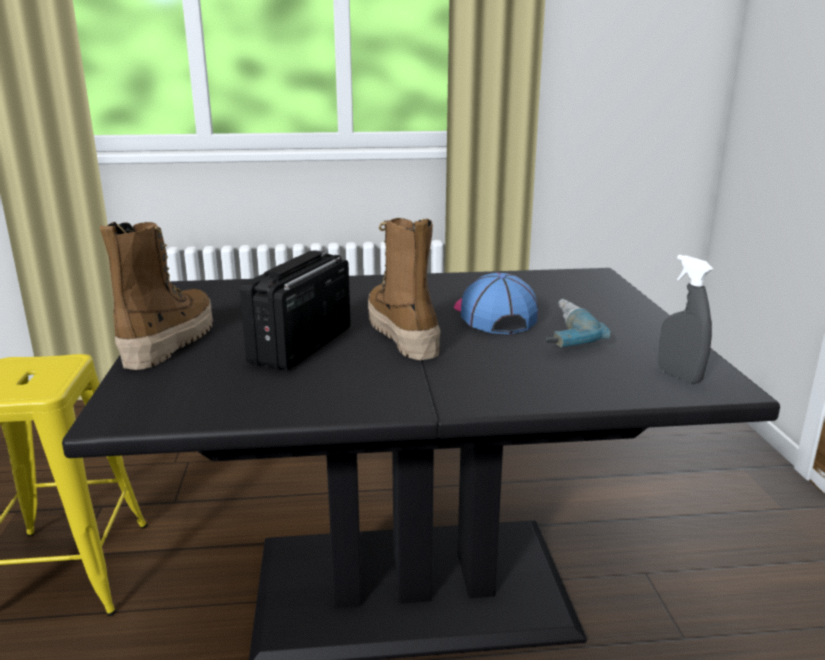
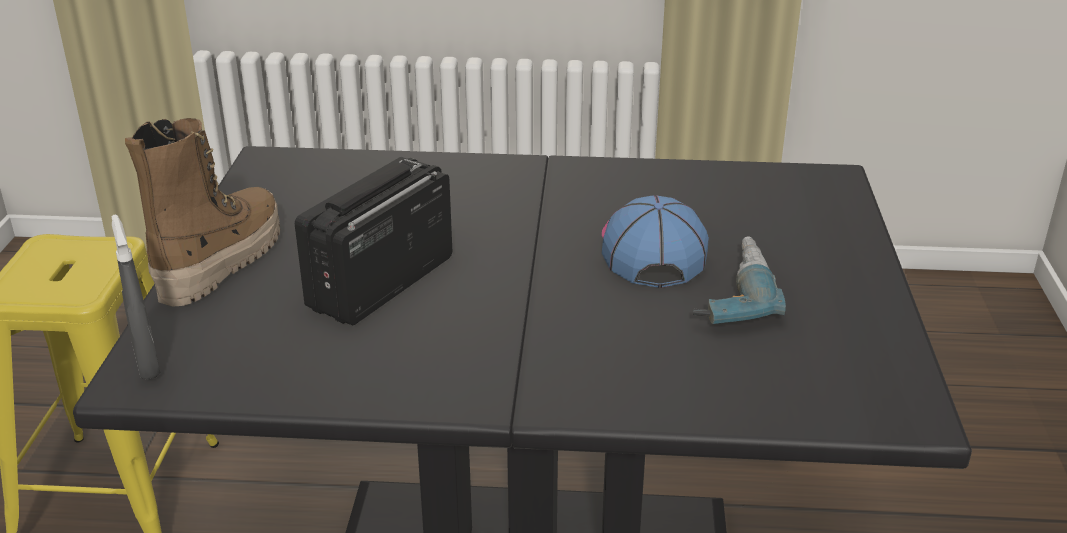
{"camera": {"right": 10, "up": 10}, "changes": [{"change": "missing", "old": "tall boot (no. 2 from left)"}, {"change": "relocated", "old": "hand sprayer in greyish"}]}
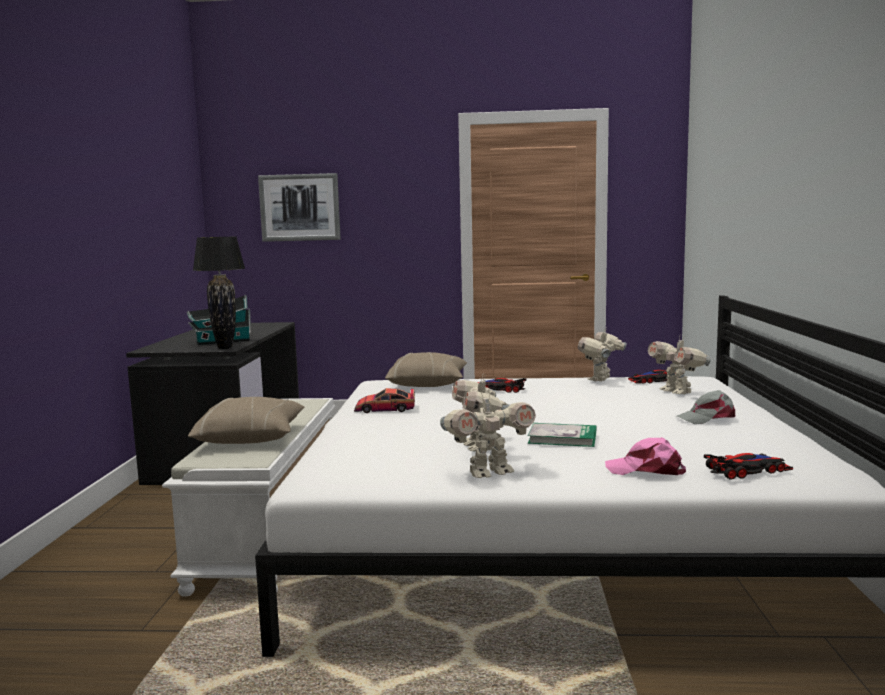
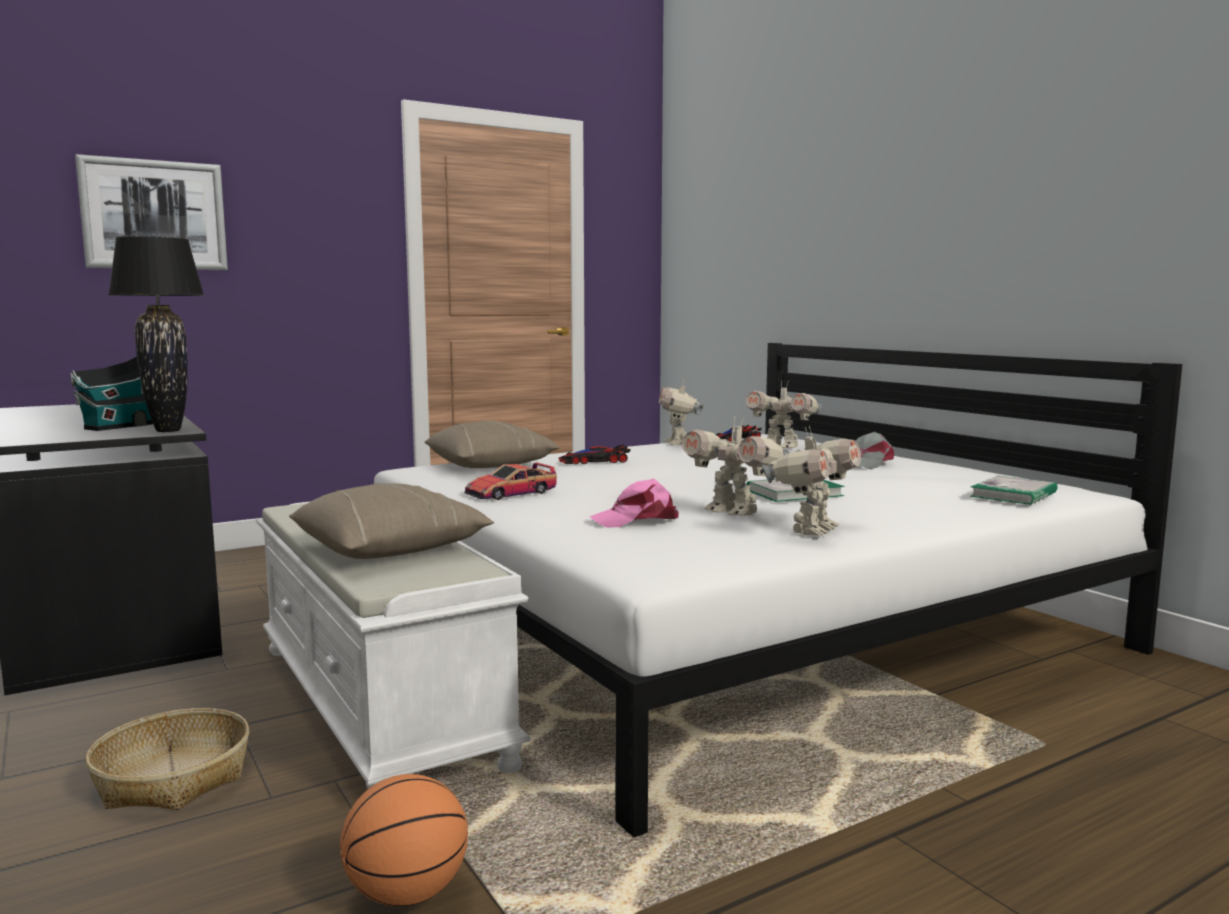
{"camera": {"right": -35, "up": 0}, "changes": [{"change": "relocated", "old": "baseball cap in pink"}, {"change": "exchanged", "old": "miniature car (no. 4 from left)", "new": "bound book (no. 2 from left)"}, {"change": "appeared", "new": "storage basket"}, {"change": "appeared", "new": "basketball ball"}]}
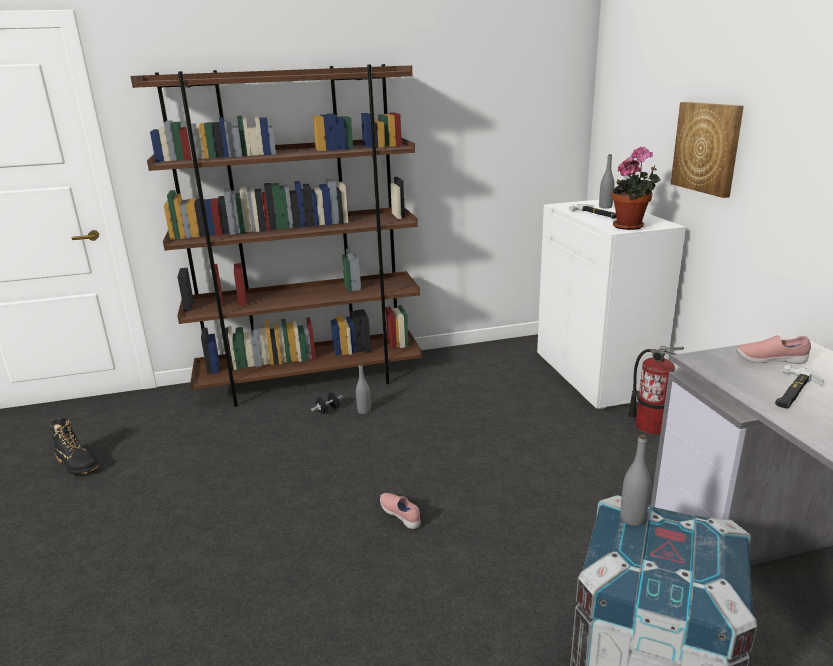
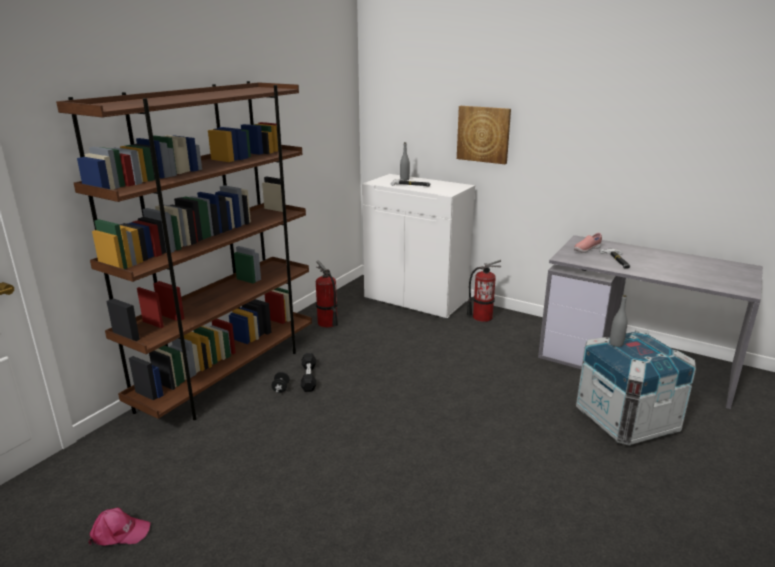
{"camera": {"right": -45, "up": 0}, "changes": [{"change": "missing", "old": "houseplant"}, {"change": "exchanged", "old": "beverage bottle in greyish (no. 1 from left)", "new": "dumbbell in blackish (no. 2 from left)"}, {"change": "exchanged", "old": "tall boot in blackish", "new": "baseball cap in pink"}, {"change": "missing", "old": "low shoe in pink (no. 1 from left)"}, {"change": "appeared", "new": "extinguisher (no. 1 from left)"}]}
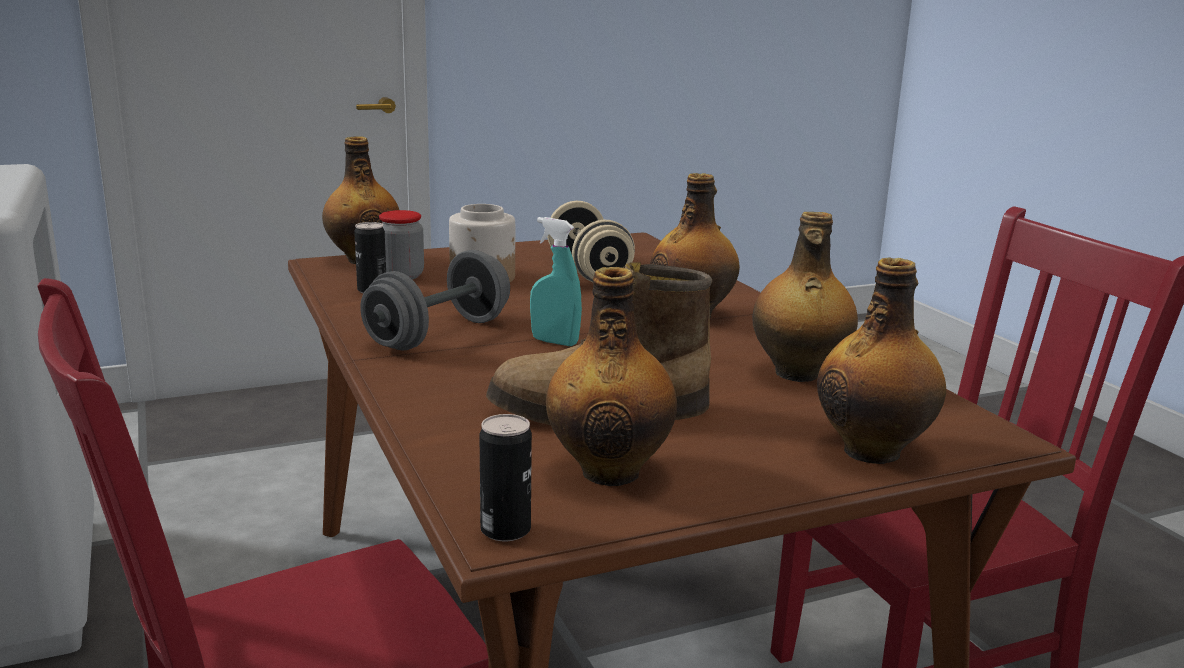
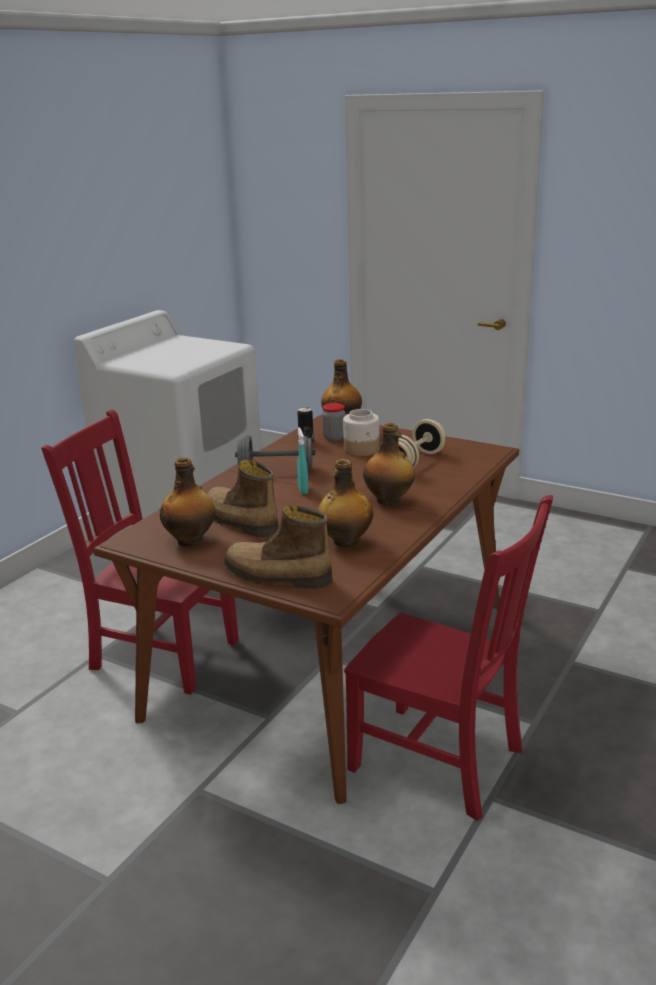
{"camera": {"right": 55, "up": 5}, "changes": [{"change": "exchanged", "old": "beverage bottle (no. 5 from left)", "new": "tall boot (no. 2 from left)"}, {"change": "missing", "old": "sealed can (no. 2 from left)"}]}
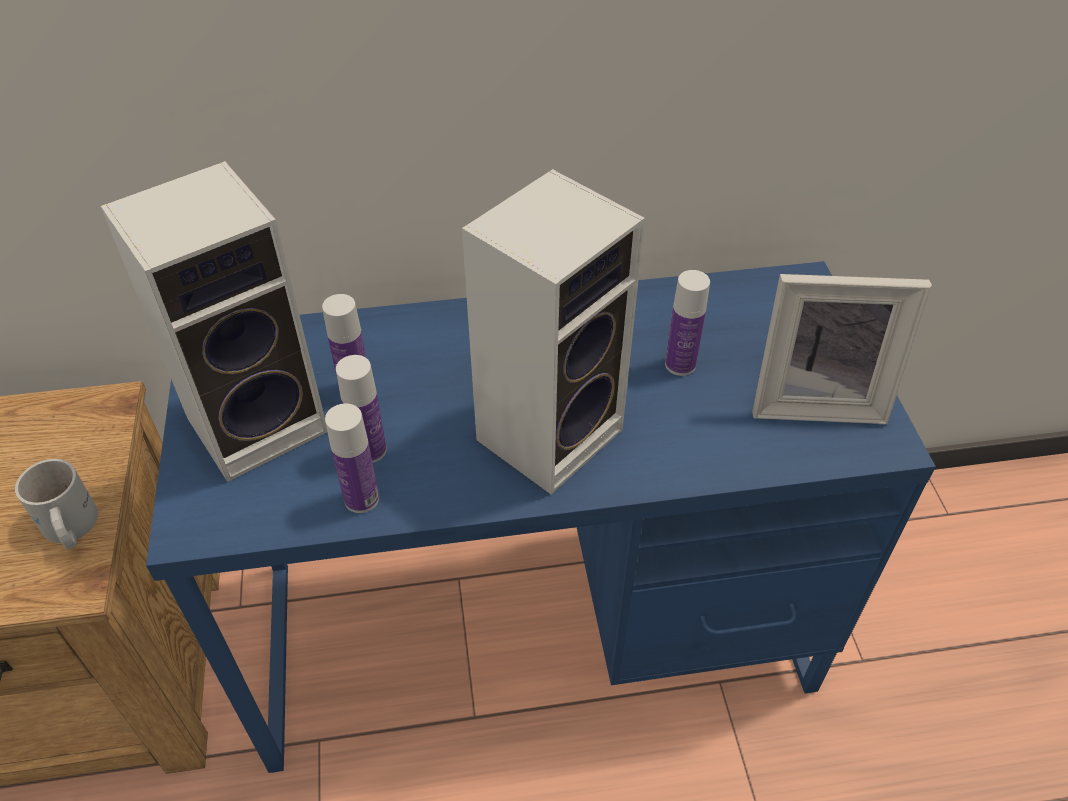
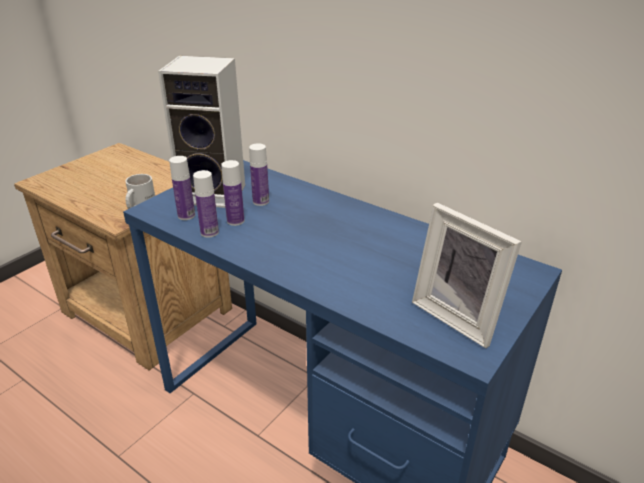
{"camera": {"right": 45, "up": -15}, "changes": [{"change": "missing", "old": "audio speaker (no. 2 from left)"}, {"change": "relocated", "old": "beverage bottle (no. 4 from left in the first image)", "new": "beverage bottle (no. 1 from left)"}]}
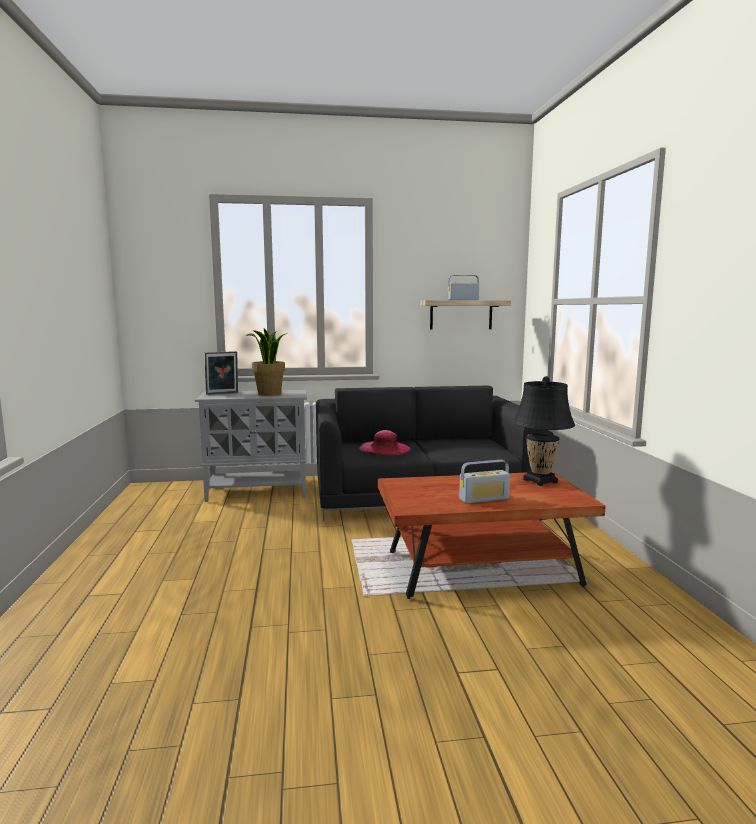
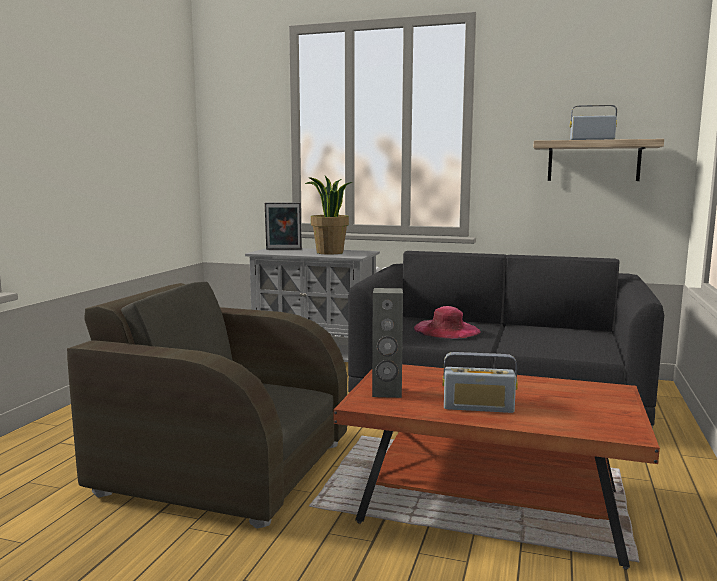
{"camera": {"right": 25, "up": 0}, "changes": [{"change": "missing", "old": "lamp for a table in blackish"}, {"change": "appeared", "new": "armchair in brown"}, {"change": "appeared", "new": "audio speaker in greyish"}]}
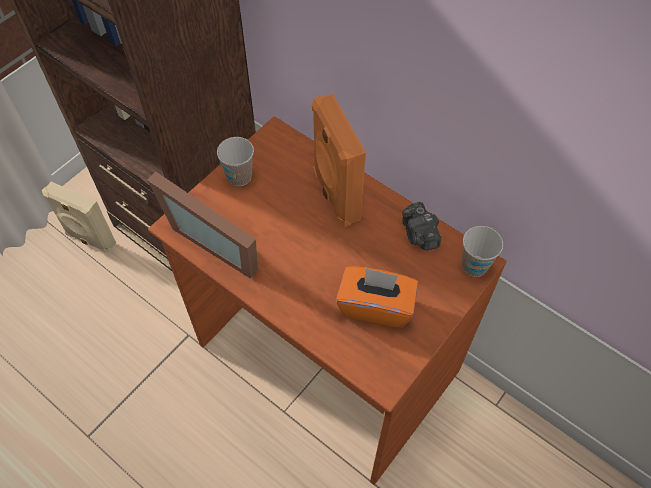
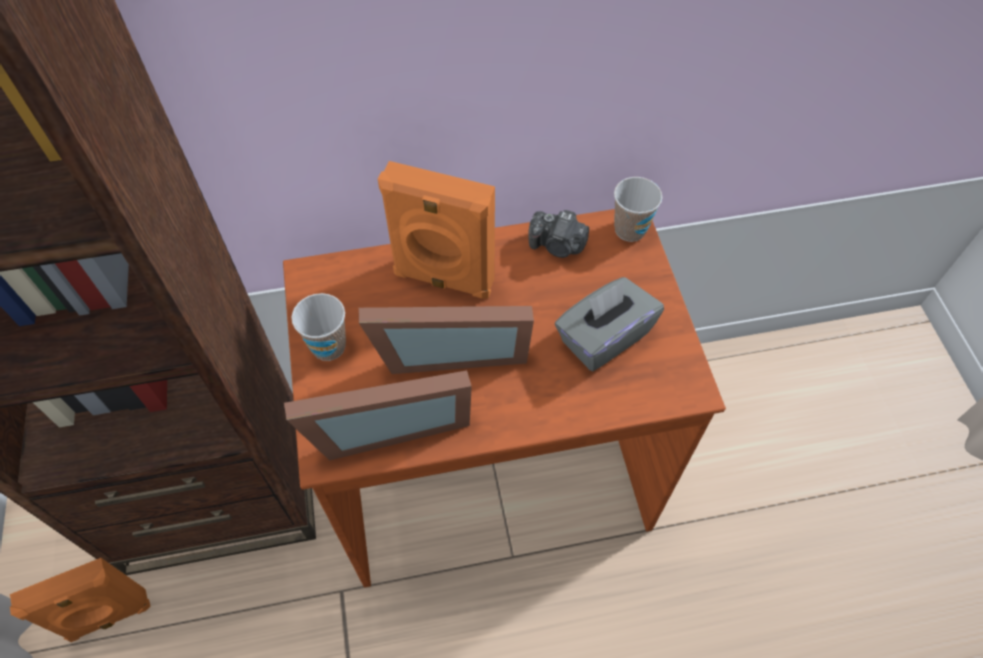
{"camera": {"right": -50, "up": 0}, "changes": [{"change": "colour", "old": "audio speaker in beige", "new": "audio speaker in orange-coloured (no. 1 from left)"}, {"change": "colour", "old": "box of tissues in orange-coloured", "new": "box of tissues in greyish"}, {"change": "appeared", "new": "photo frame (no. 2 from left)"}]}
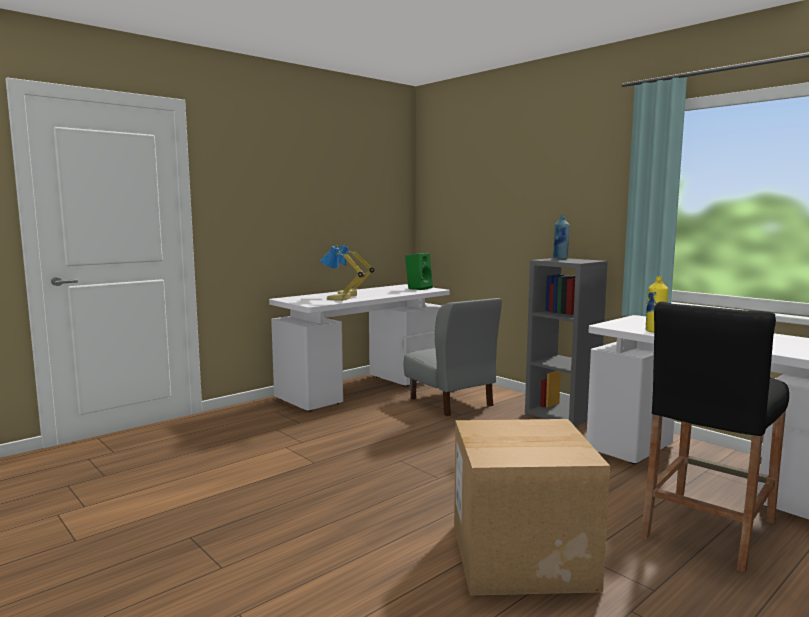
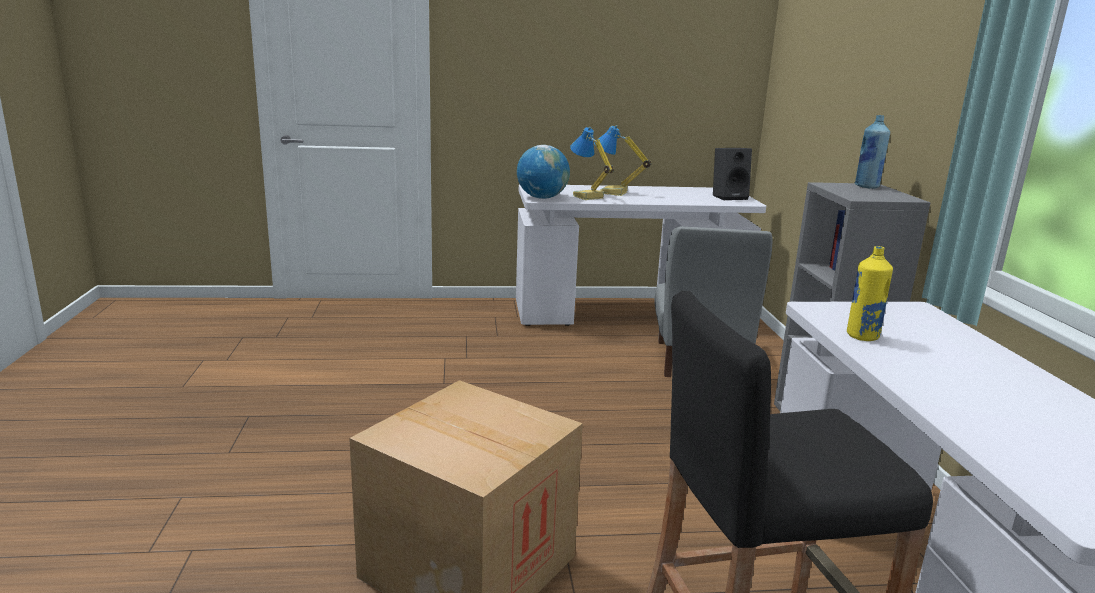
{"camera": {"right": 35, "up": 10}, "changes": [{"change": "colour", "old": "audio speaker in greenish", "new": "audio speaker in blackish"}, {"change": "appeared", "new": "world globe"}]}
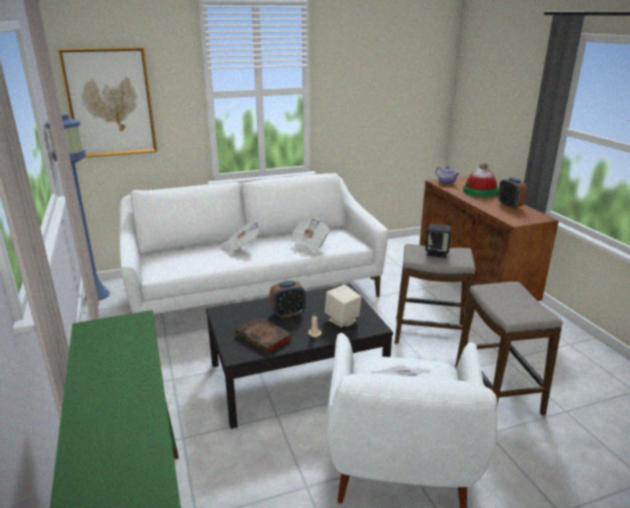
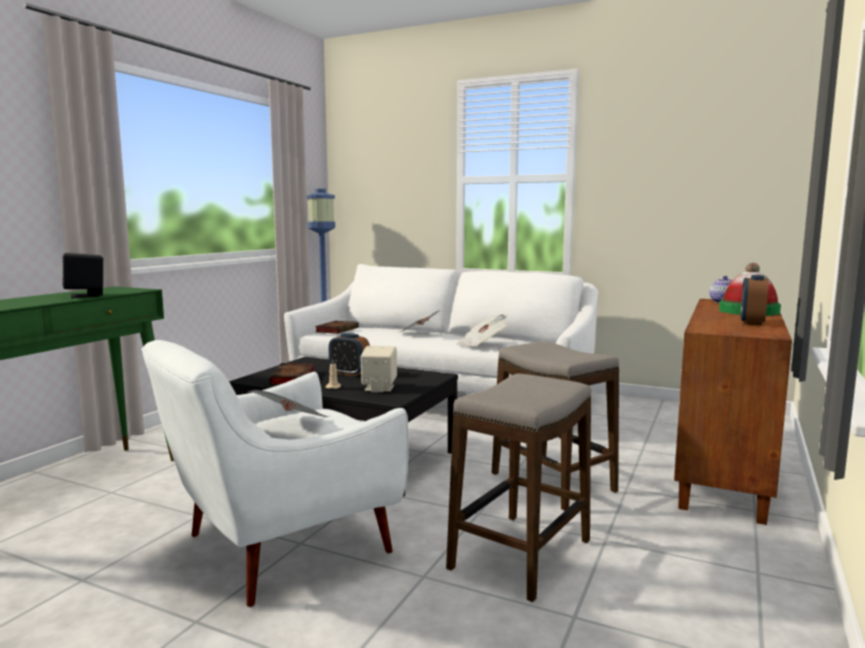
{"camera": {"right": 45, "up": -15}, "changes": [{"change": "missing", "old": "wall picture"}, {"change": "relocated", "old": "audio speaker in blackish"}, {"change": "appeared", "new": "bound book (no. 2 from left)"}]}
